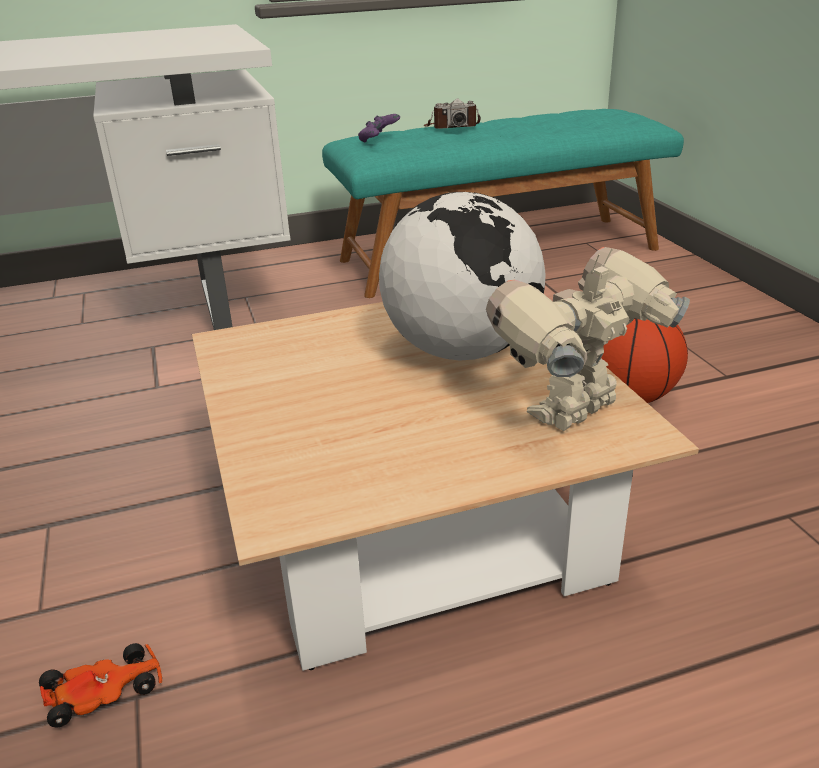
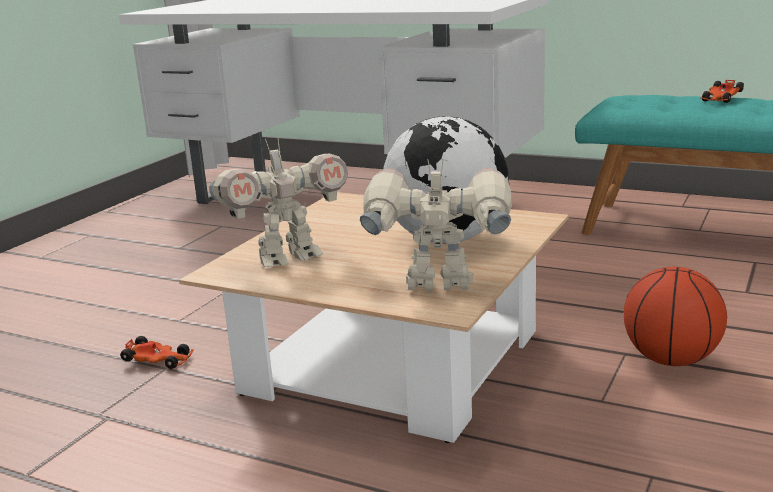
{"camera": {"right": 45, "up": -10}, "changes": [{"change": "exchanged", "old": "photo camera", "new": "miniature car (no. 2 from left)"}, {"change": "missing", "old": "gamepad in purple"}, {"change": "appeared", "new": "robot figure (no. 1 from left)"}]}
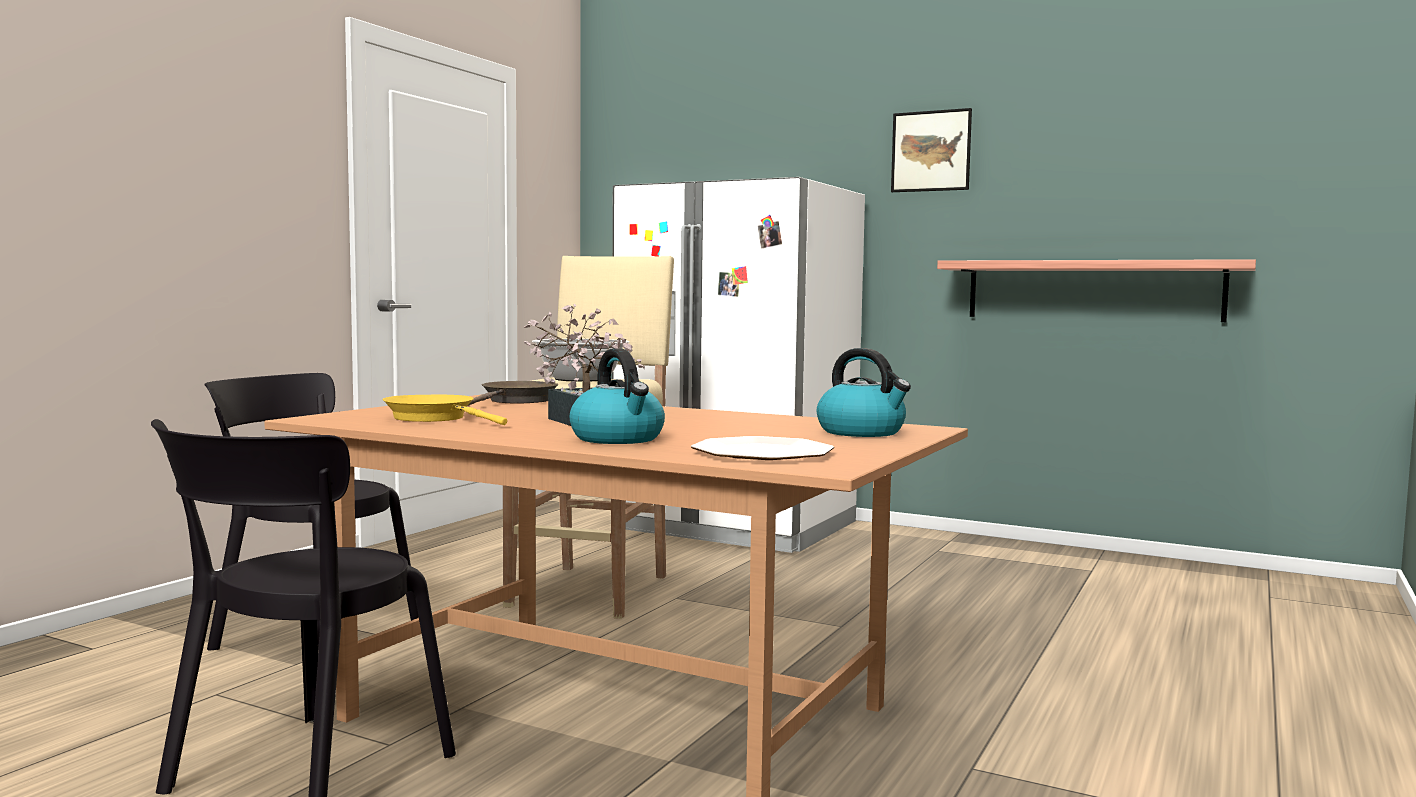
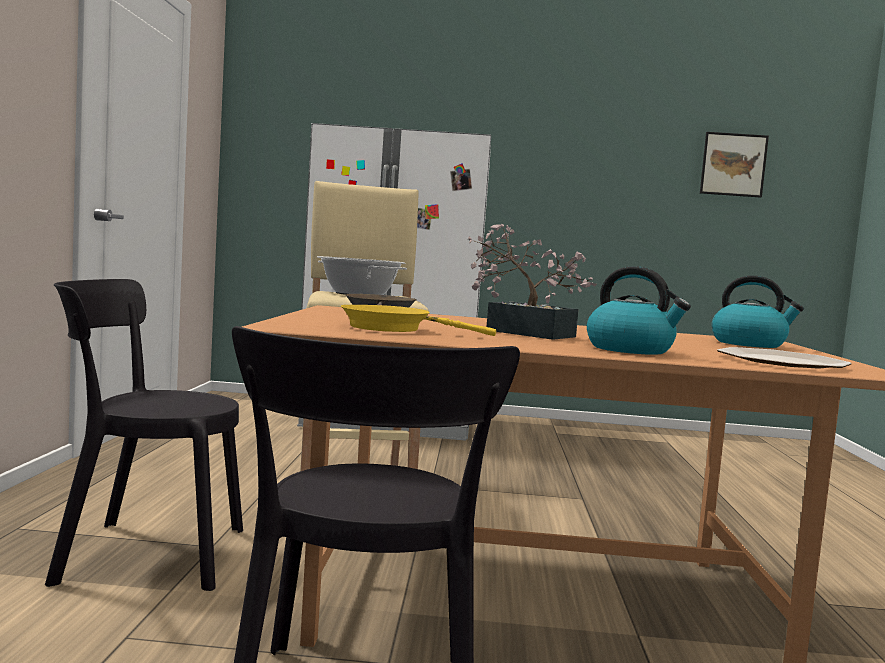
{"camera": {"right": -25, "up": 0}, "changes": [{"change": "relocated", "old": "wall picture"}, {"change": "missing", "old": "bracket shelf"}]}
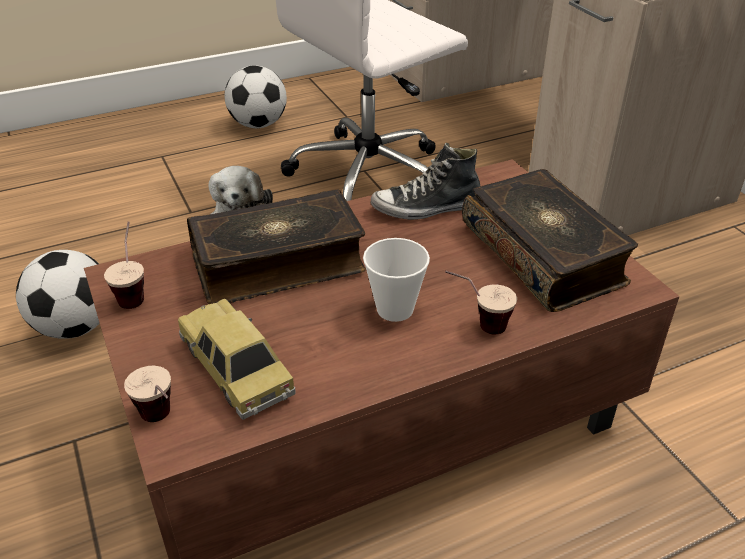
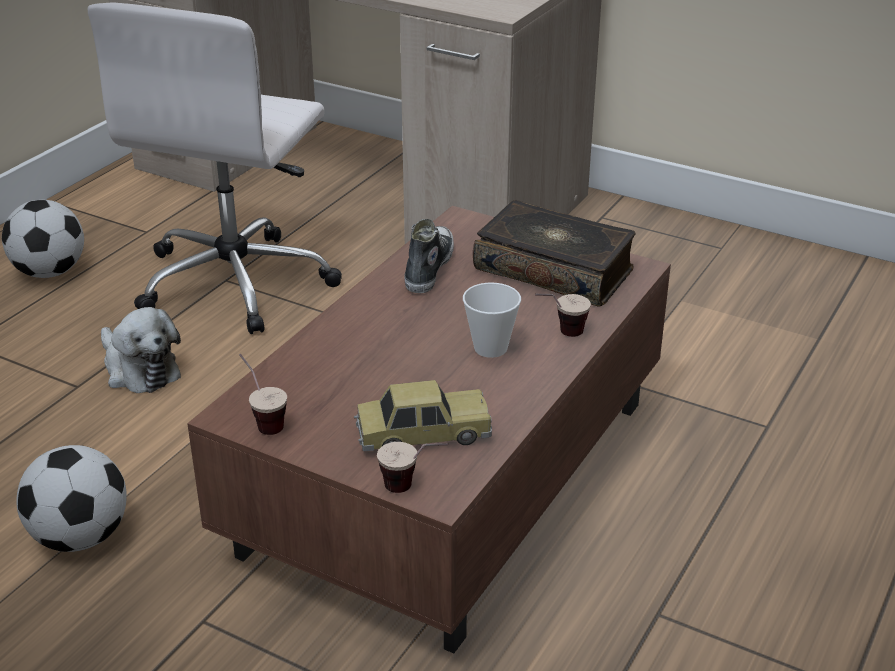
{"camera": {"right": -35, "up": -5}, "changes": [{"change": "spun", "old": "low shoe", "degrees": 150}, {"change": "missing", "old": "bound book (no. 1 from left)"}, {"change": "spun", "old": "miniature car", "degrees": 150}]}
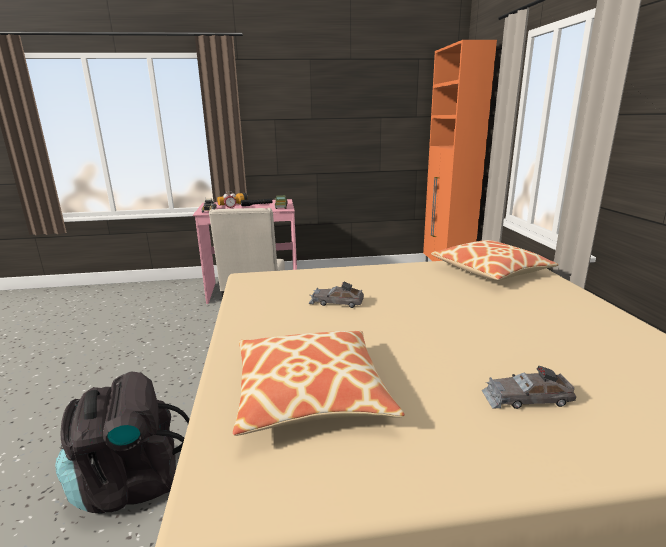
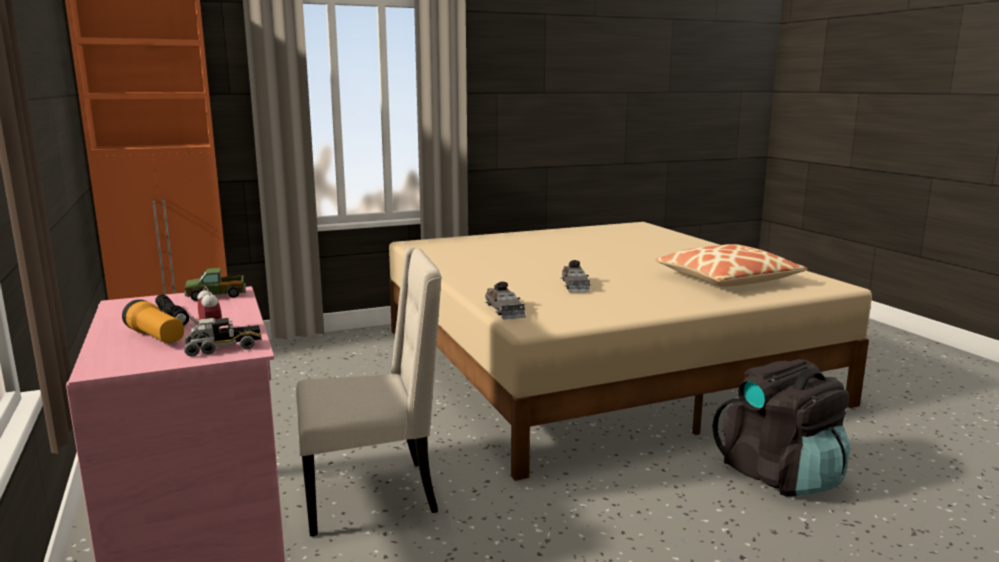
{"camera": {"right": -105, "up": -5}, "changes": [{"change": "missing", "old": "pillow (no. 2 from left)"}, {"change": "relocated", "old": "miniature car in greyish (no. 2 from left in the first image)", "new": "miniature car in greyish (no. 1 from left)"}]}
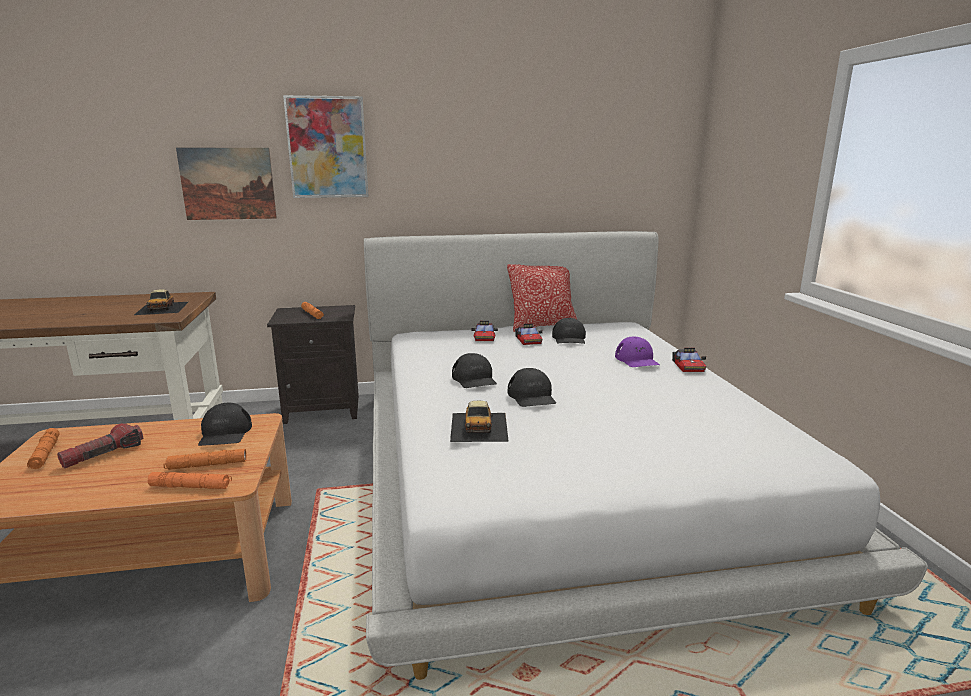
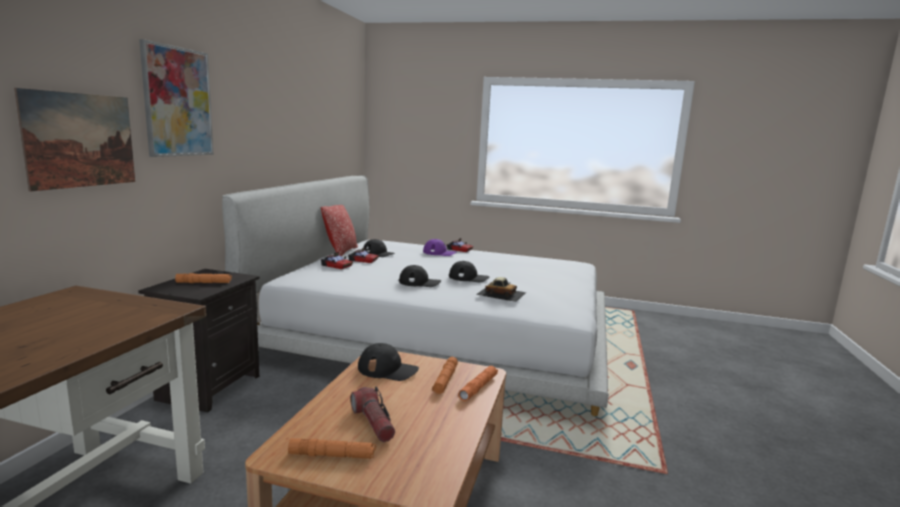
{"camera": {"right": -65, "up": -5}, "changes": [{"change": "missing", "old": "miniature car (no. 1 from left)"}]}
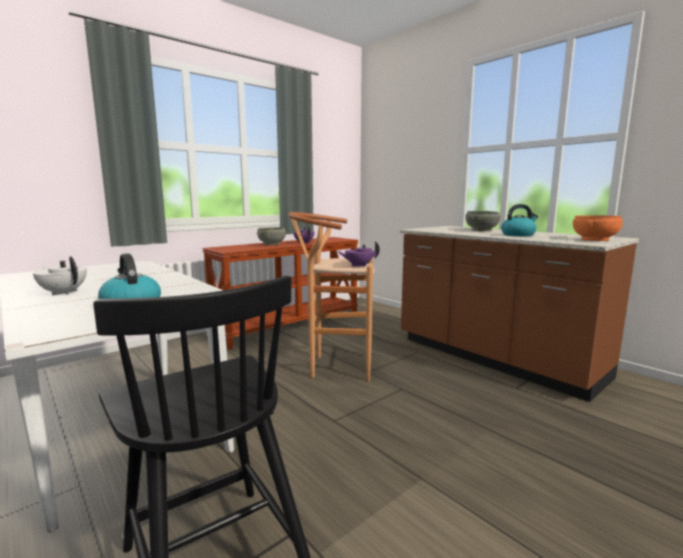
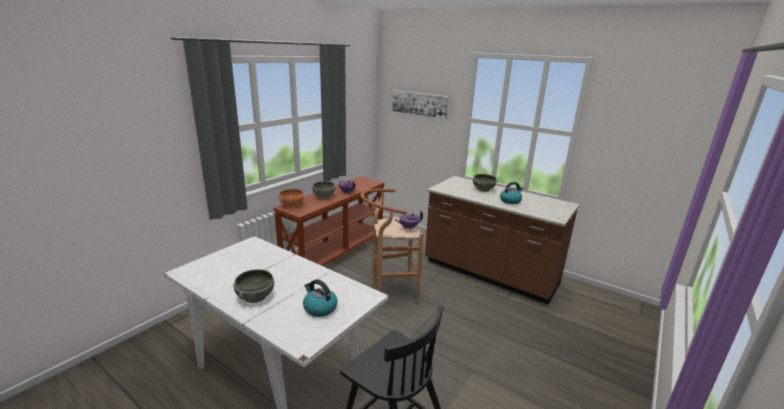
{"camera": {"right": -15, "up": 10}, "changes": [{"change": "relocated", "old": "bowl in orange-coloured"}, {"change": "exchanged", "old": "pot for tea in white", "new": "bowl in greyish (no. 1 from left)"}, {"change": "appeared", "new": "wall picture"}]}
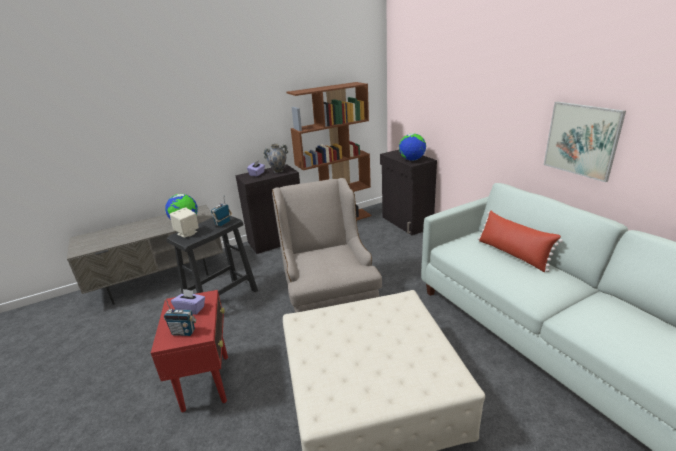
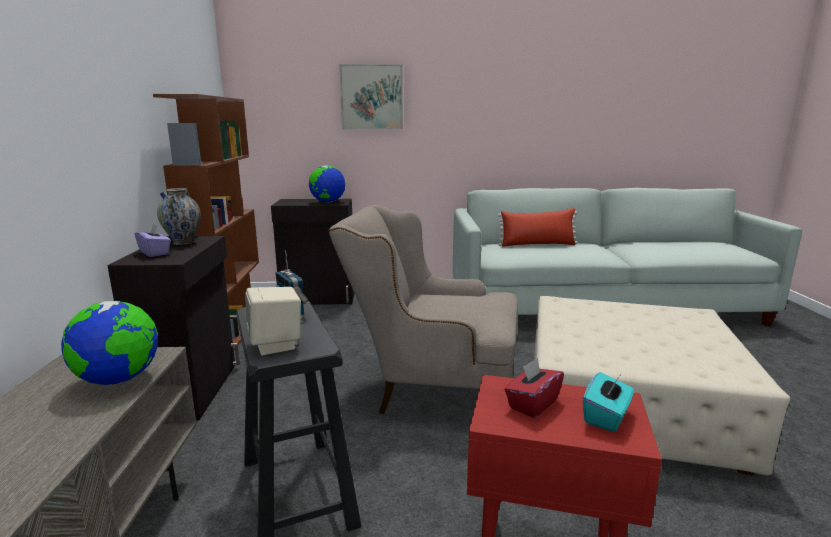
{"camera": {"right": -65, "up": -10}, "changes": [{"change": "relocated", "old": "wall picture"}, {"change": "colour", "old": "box of tissues in purple (no. 1 from left)", "new": "box of tissues in red-coloured"}, {"change": "exchanged", "old": "radio receiver (no. 1 from left)", "new": "box of tissues in turquoise"}]}
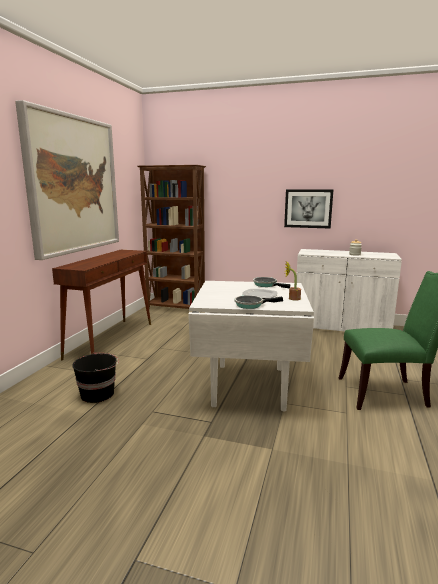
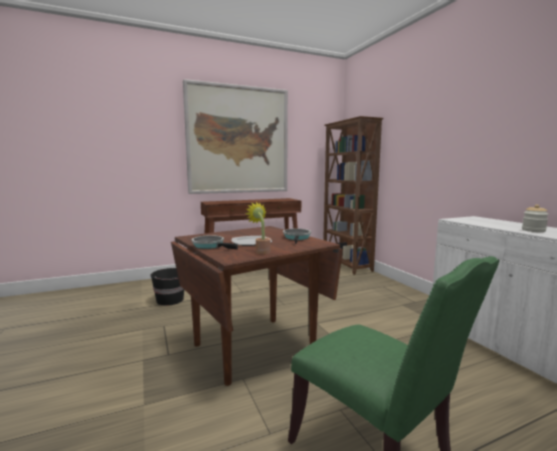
{"camera": {"right": 50, "up": -5}, "changes": [{"change": "missing", "old": "wall picture (no. 2 from left)"}, {"change": "colour", "old": "dining table in white", "new": "dining table in brown"}]}
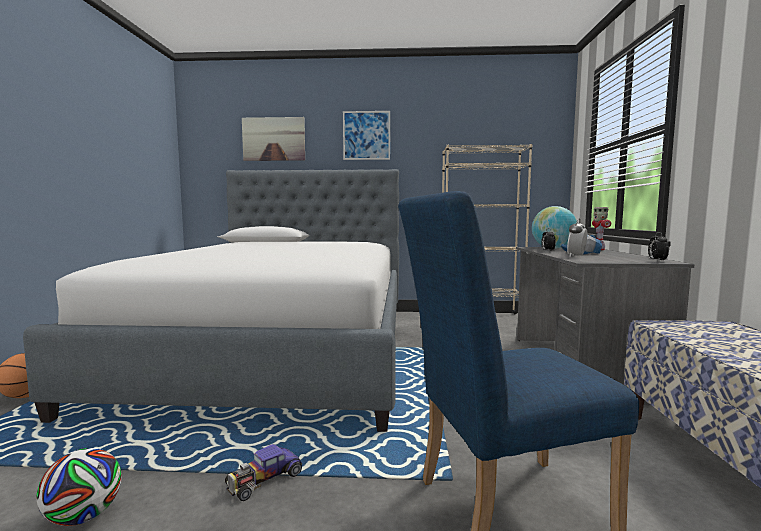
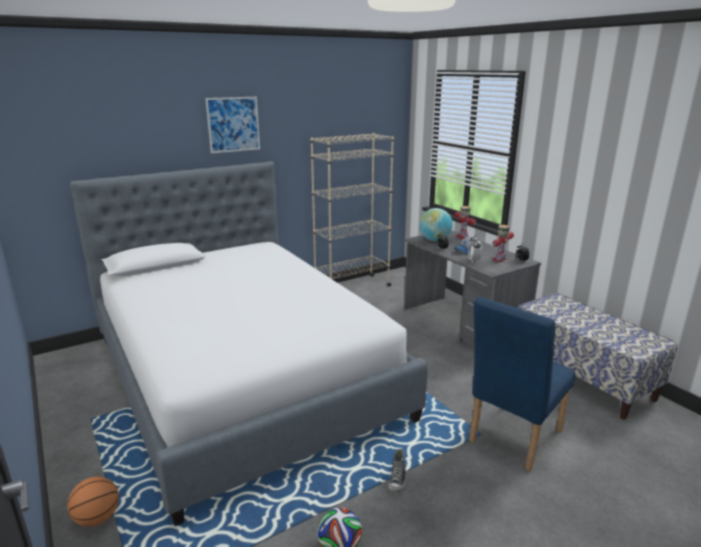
{"camera": {"right": -35, "up": 15}, "changes": [{"change": "missing", "old": "wall picture (no. 1 from left)"}, {"change": "exchanged", "old": "miniature car", "new": "low shoe"}, {"change": "appeared", "new": "robot figure (no. 2 from left)"}]}
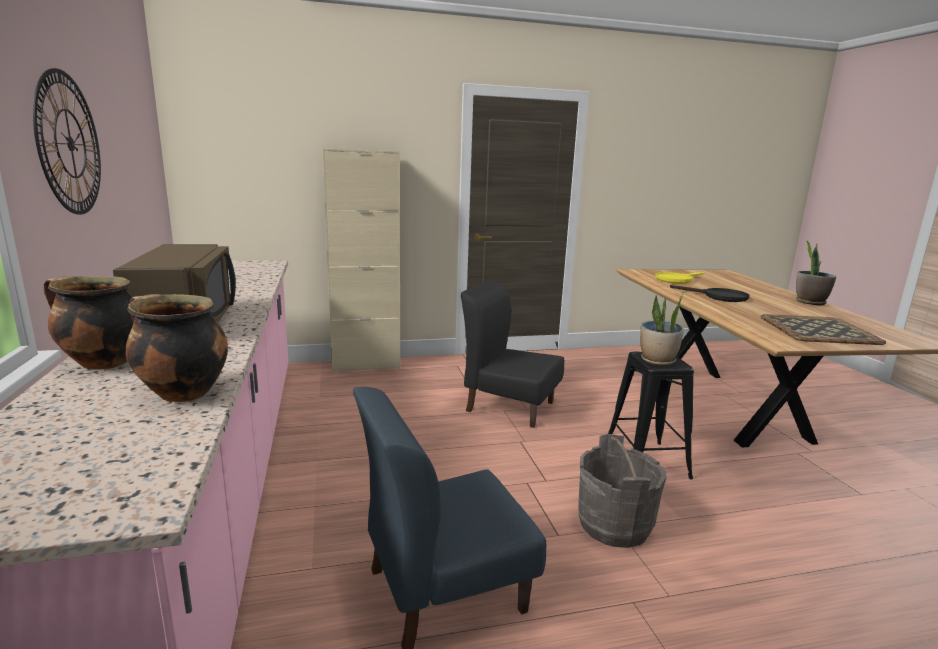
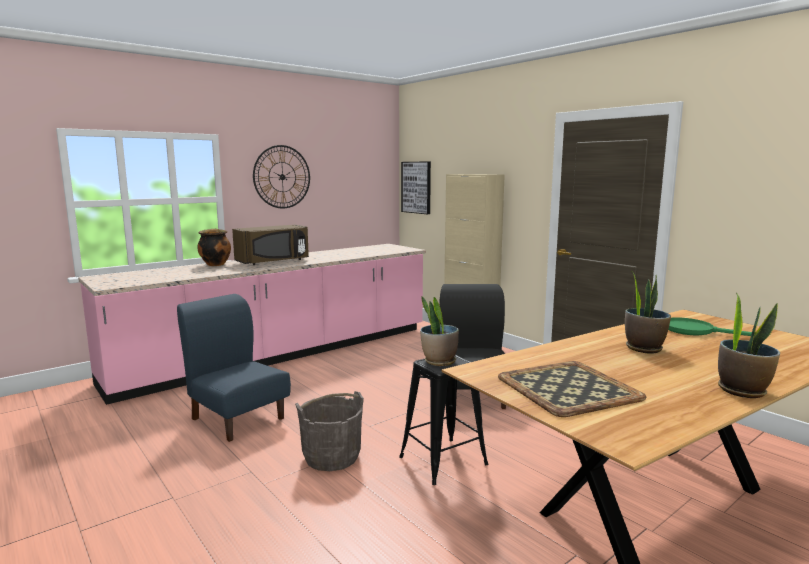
{"camera": {"right": 65, "up": -5}, "changes": [{"change": "colour", "old": "frying pan in yellowish", "new": "frying pan in greenish"}, {"change": "exchanged", "old": "frying pan in blackish", "new": "houseplant (no. 2 from left)"}, {"change": "missing", "old": "saucepot (no. 2 from left)"}, {"change": "appeared", "new": "wall picture"}]}
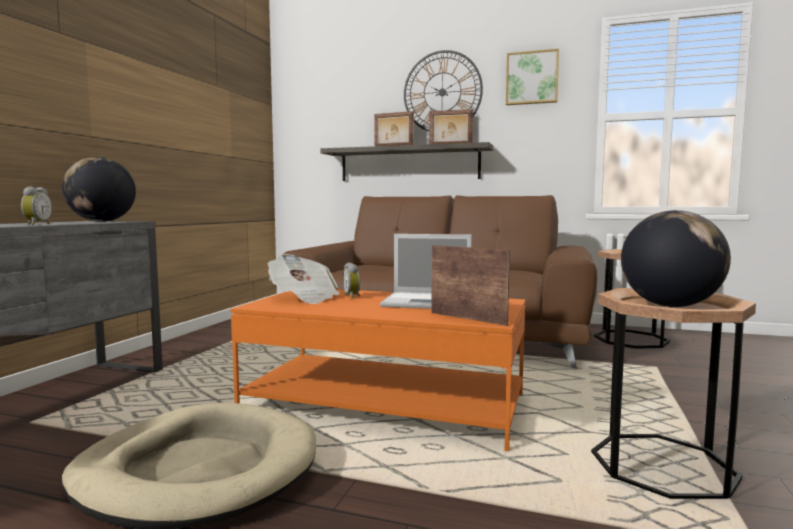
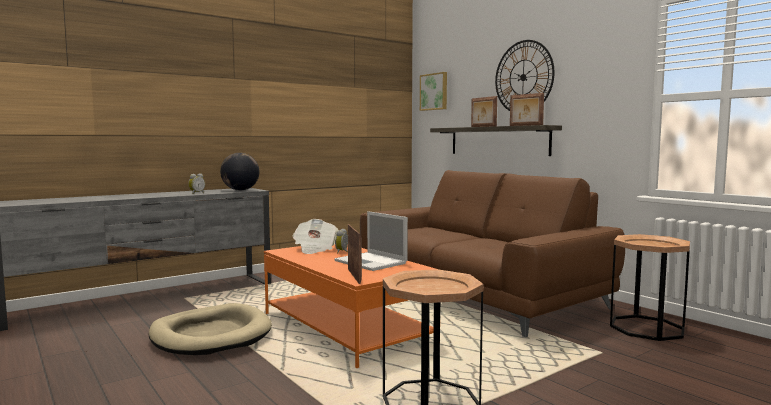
{"camera": {"right": 35, "up": 0}, "changes": [{"change": "relocated", "old": "wall picture"}, {"change": "missing", "old": "world globe (no. 2 from left)"}]}
